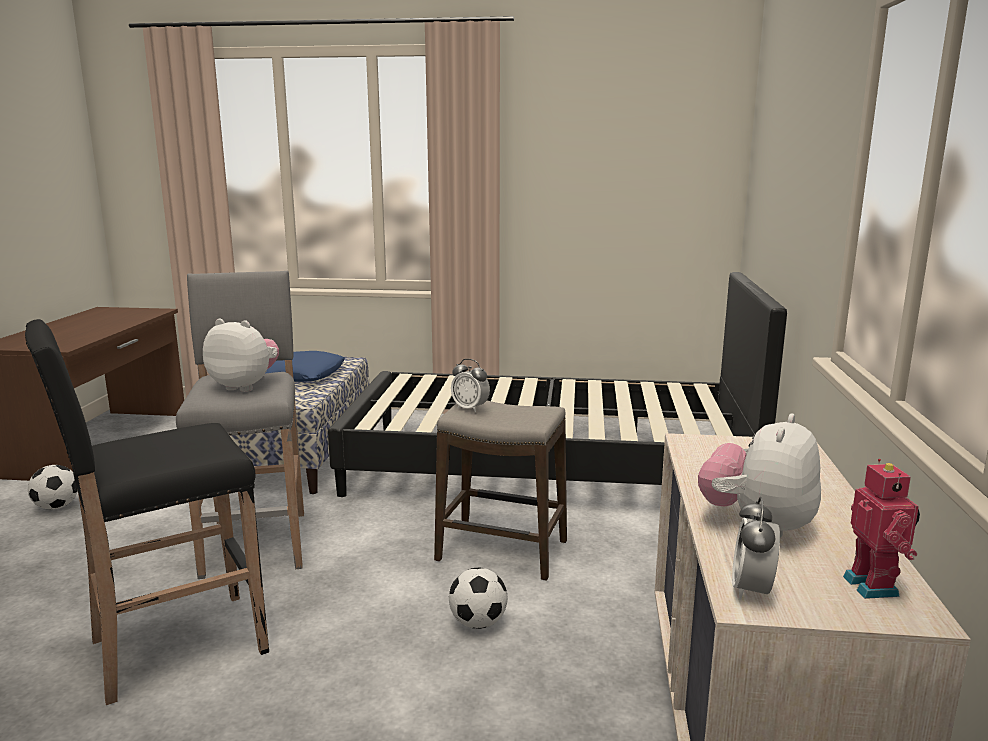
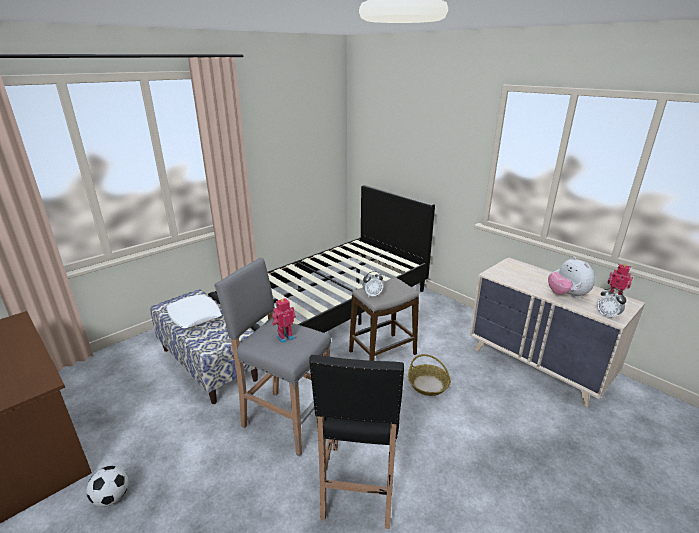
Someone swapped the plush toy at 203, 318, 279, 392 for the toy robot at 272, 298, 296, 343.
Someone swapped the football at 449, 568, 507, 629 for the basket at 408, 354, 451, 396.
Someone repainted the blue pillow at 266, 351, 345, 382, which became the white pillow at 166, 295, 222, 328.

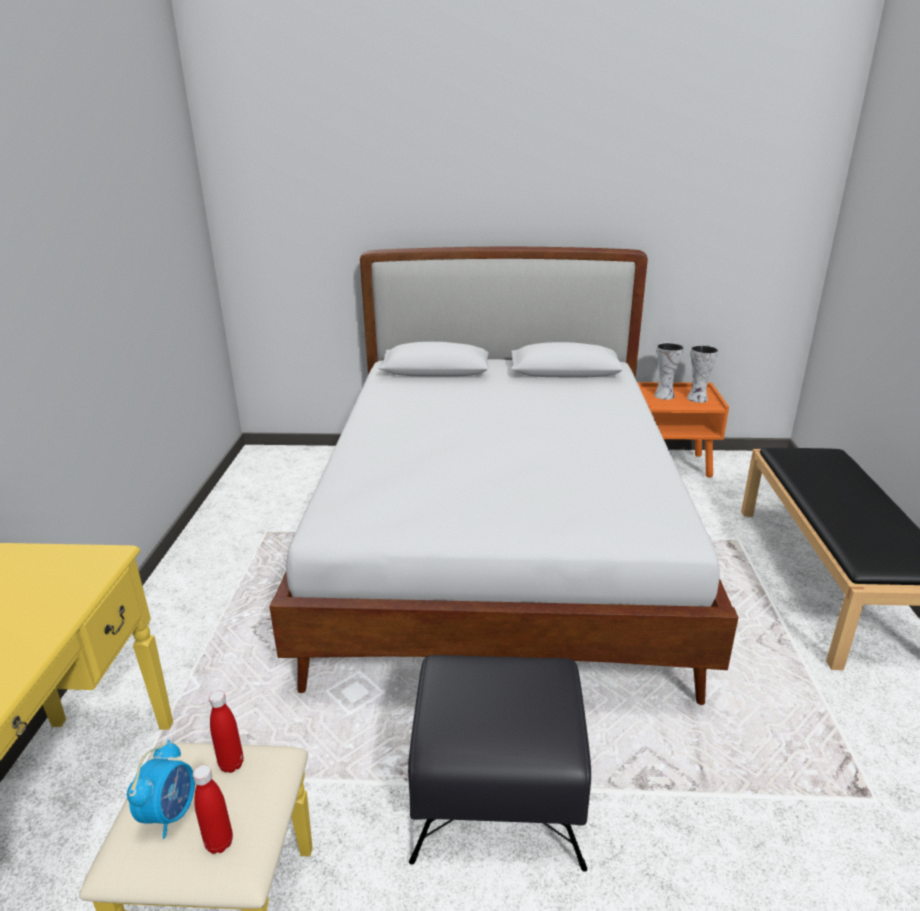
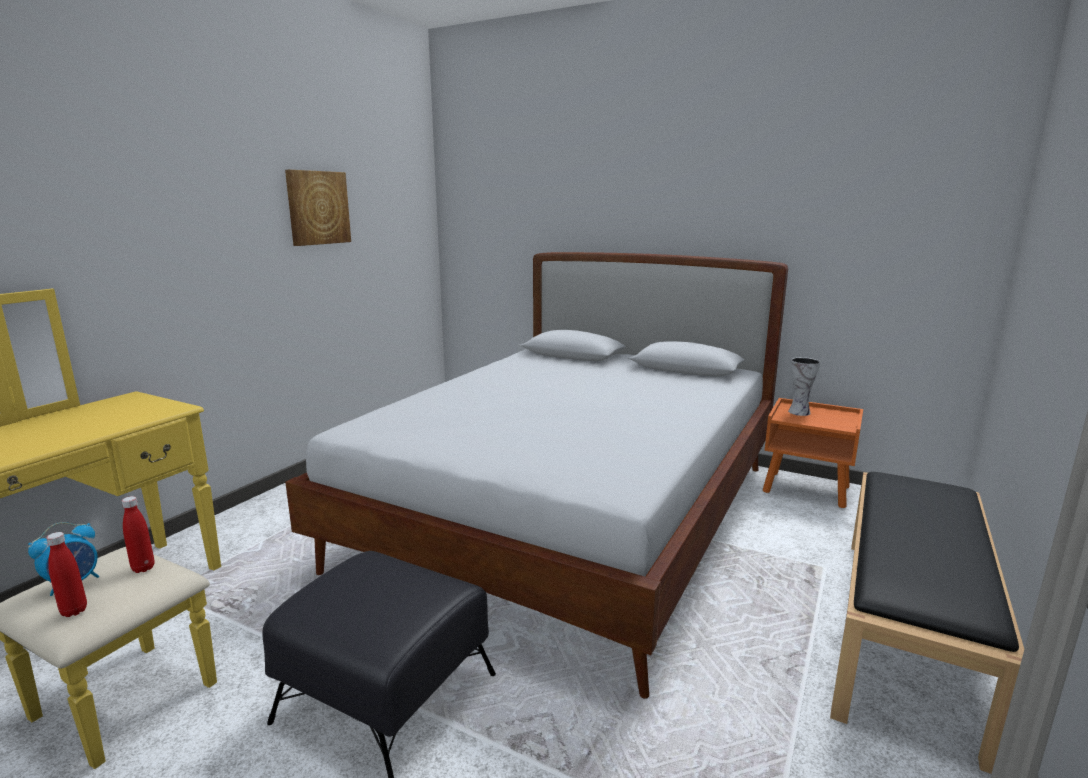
Someone took away the vase at 687, 345, 719, 403.
Someone put up the picture at 285, 170, 351, 246.

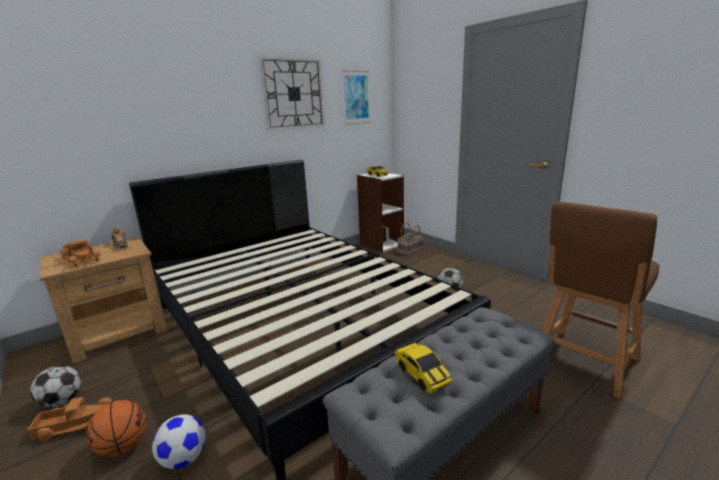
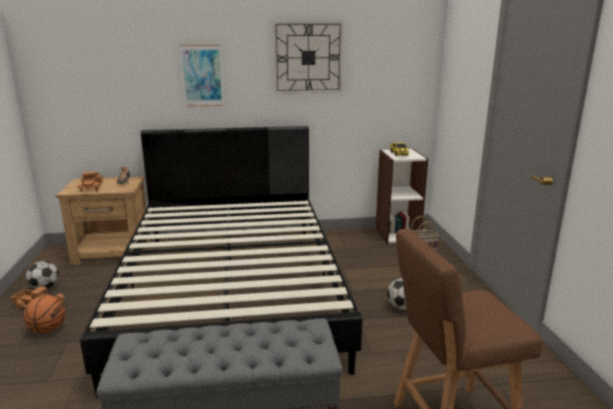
Someone took away the football at 152, 414, 206, 469.
Someone took away the toy car at 395, 341, 452, 394.
Someone carried the picture from 342, 70, 371, 125 to 180, 45, 224, 107.

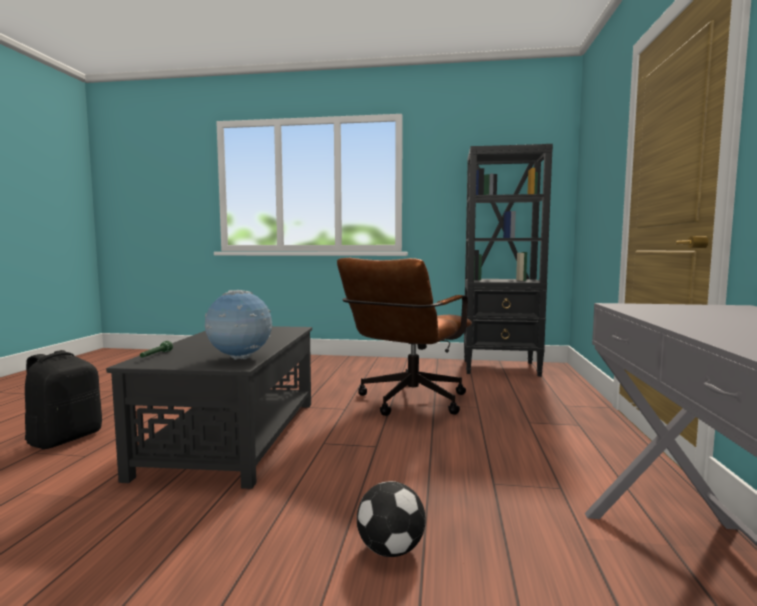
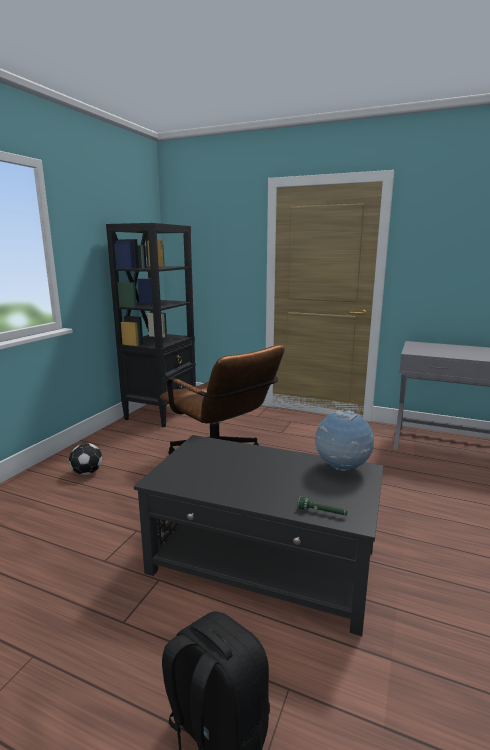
Someone carried the football from 357, 481, 426, 557 to 69, 443, 102, 475.

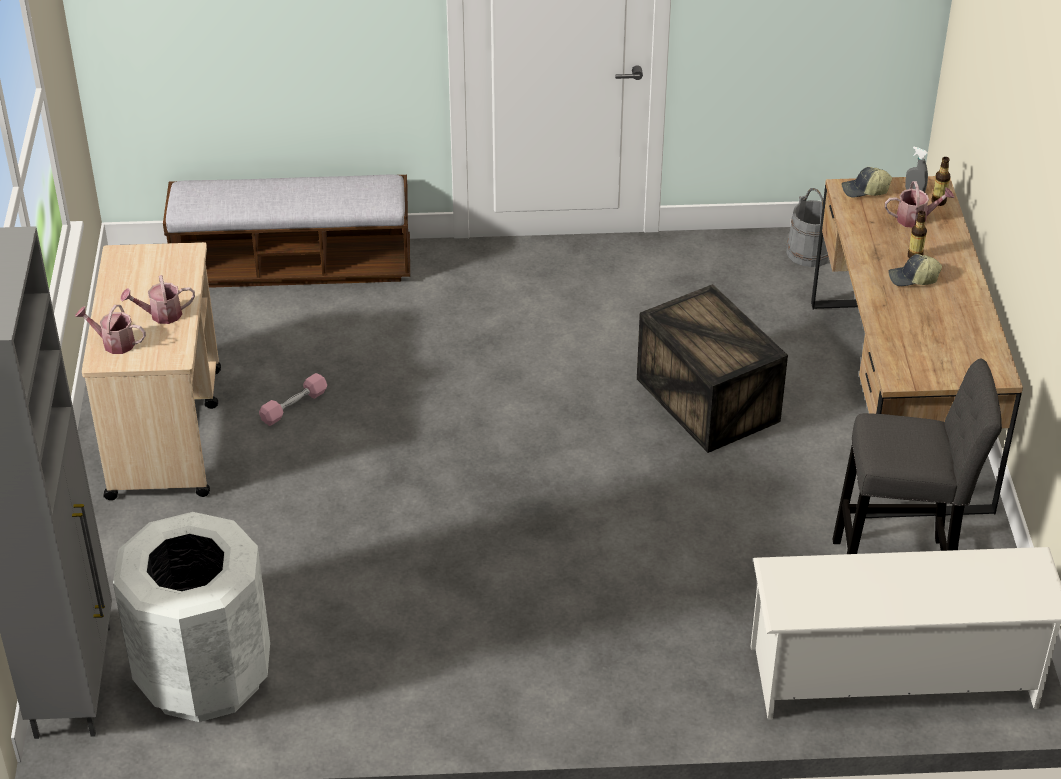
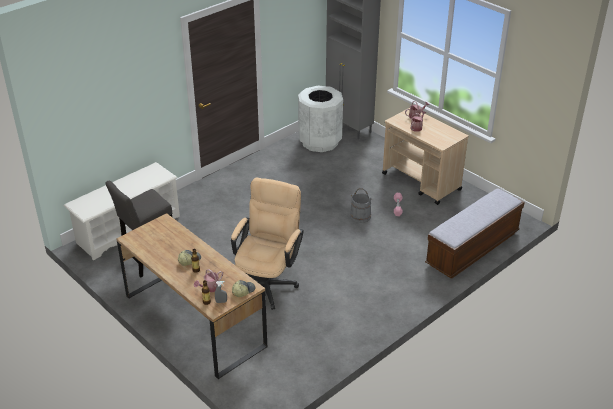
Someone carried the grey bucket from 786, 188, 830, 267 to 350, 188, 372, 223.
Someone swapped the crate at 637, 284, 788, 453 for the beige office chair at 231, 178, 304, 310.

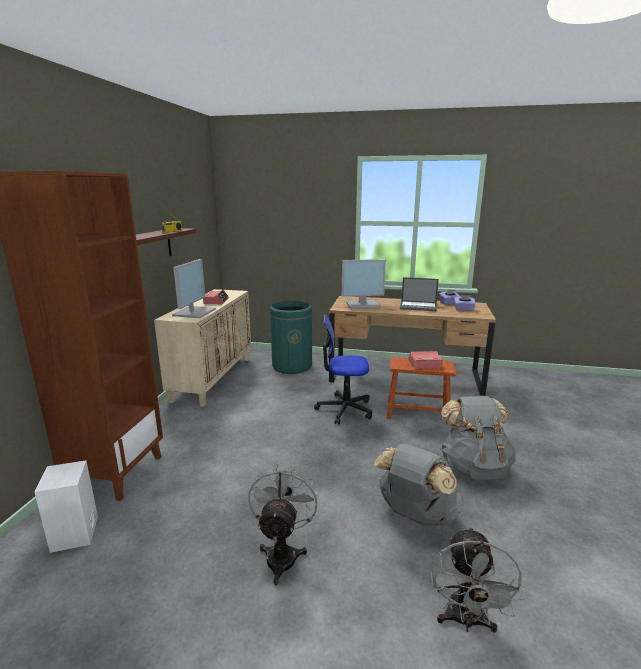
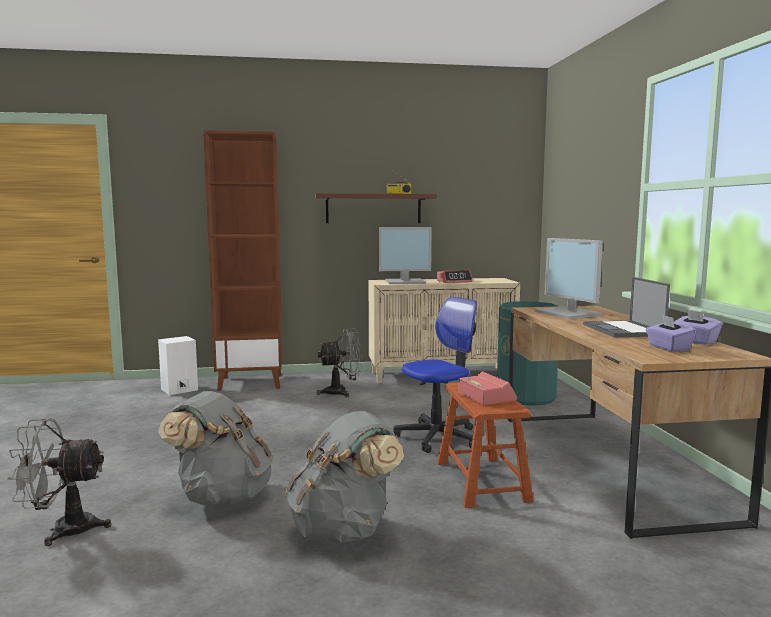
Someone carried the grey fan from 248, 464, 318, 585 to 316, 329, 363, 397.
Someone rotated the office chair at 314, 315, 372, 424 by 75 degrees clockwise.

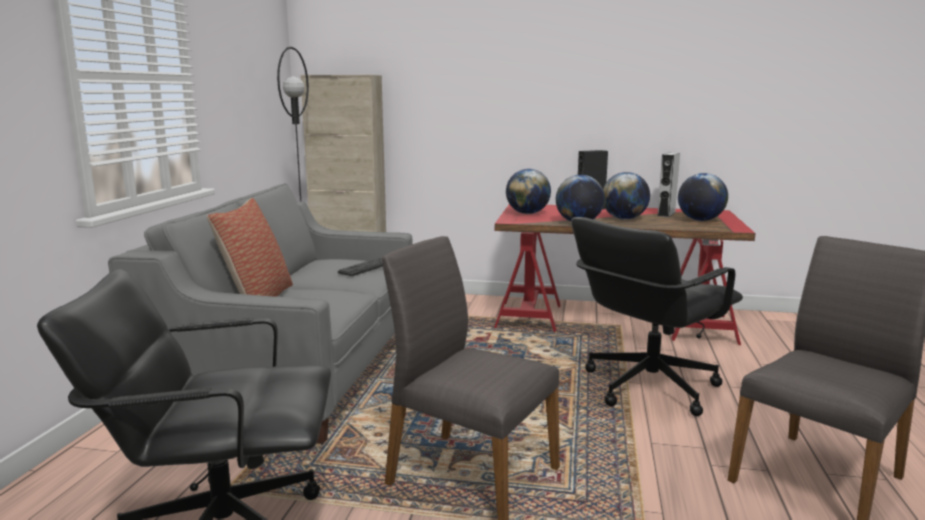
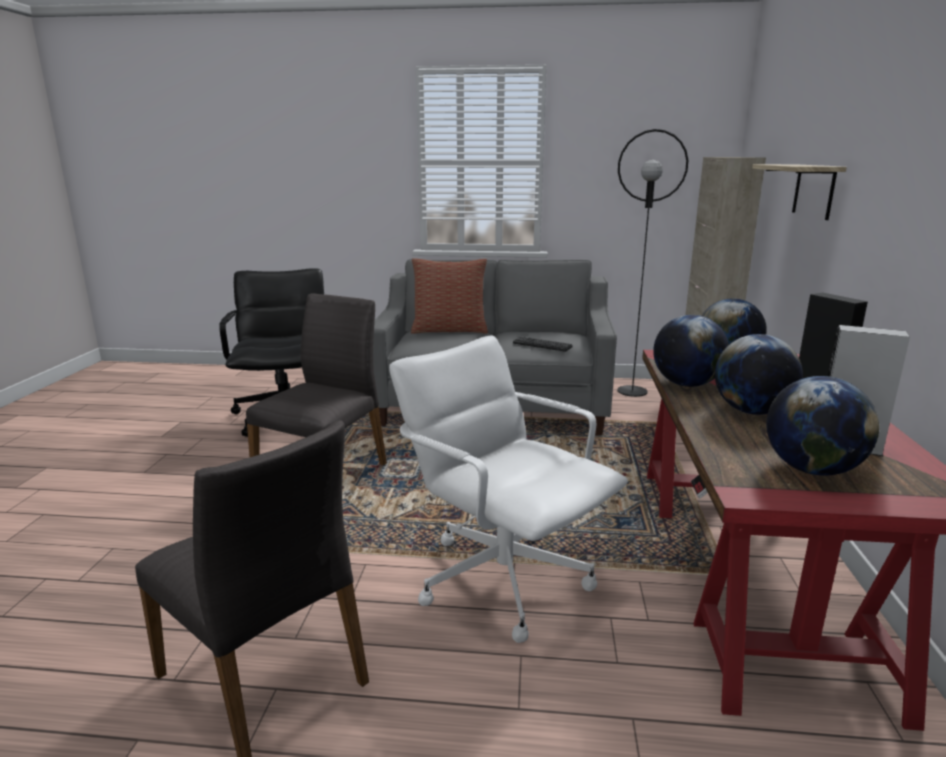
Someone put up the shelf at 752, 164, 847, 220.
Someone repainted the black office chair at 571, 217, 743, 416, which became the white office chair at 389, 335, 628, 643.

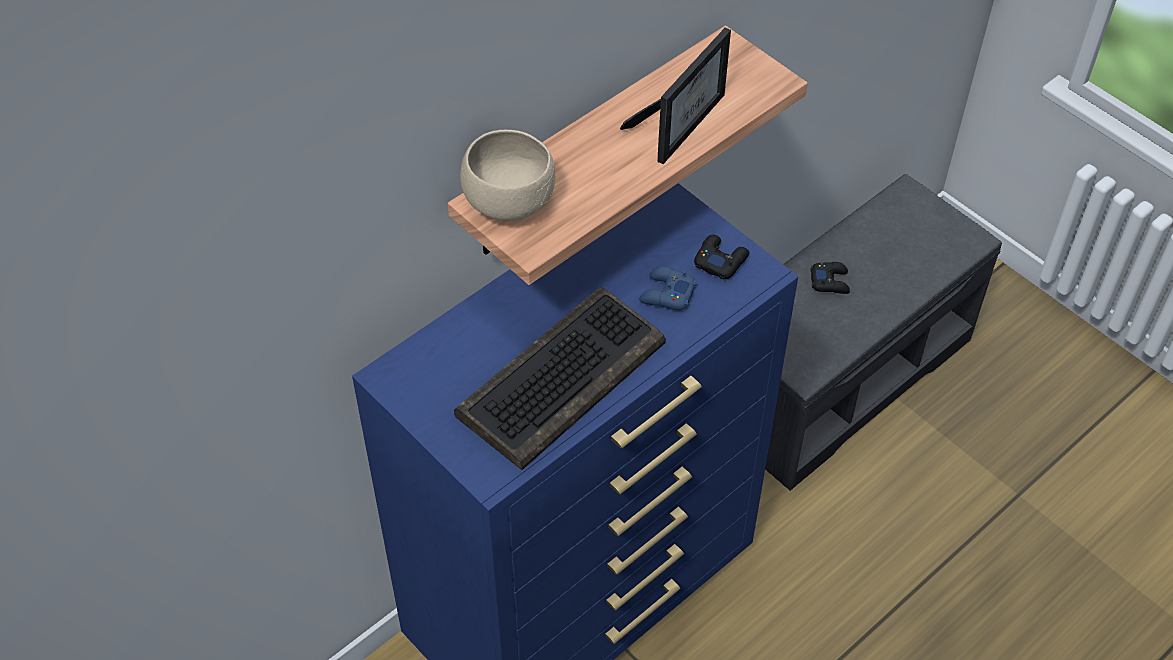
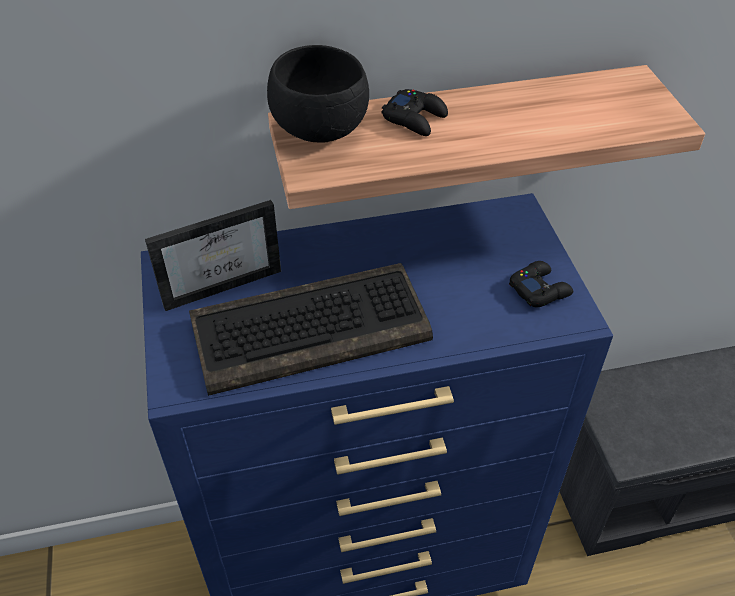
Someone took away the blue game controller at 639, 266, 697, 310.
Someone carried the picture frame from 620, 27, 731, 164 to 145, 200, 281, 311.
Someone carried the black game controller from 811, 262, 850, 294 to 382, 89, 448, 136.
Someone repainted the beige bowl at 460, 130, 555, 221, which became the black bowl at 267, 45, 369, 143.

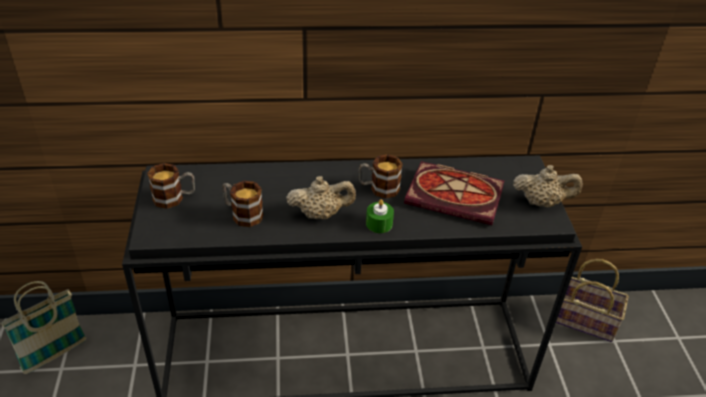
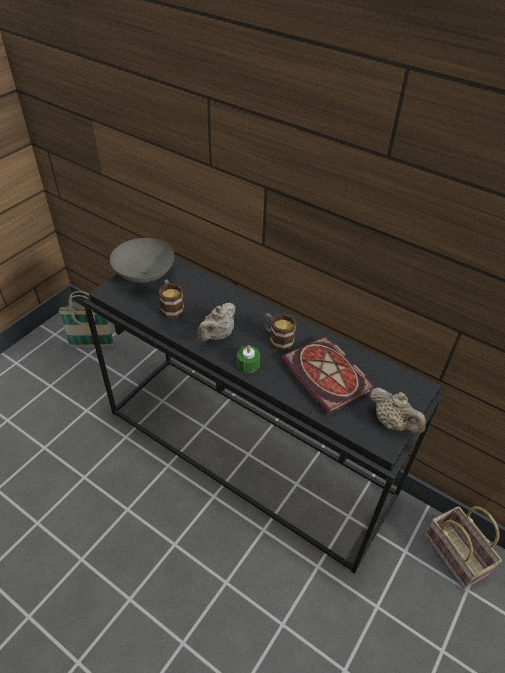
Someone swapped the mug at 147, 163, 195, 209 for the grey bowl at 110, 238, 175, 283.
Someone rotated the beige teapot at 286, 176, 356, 219 by 90 degrees clockwise.

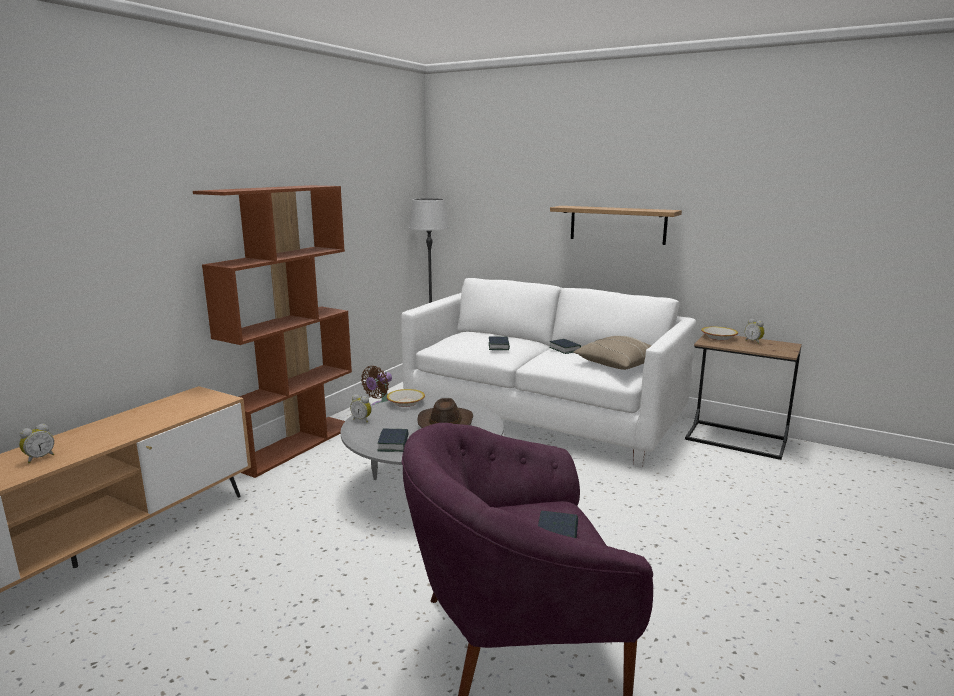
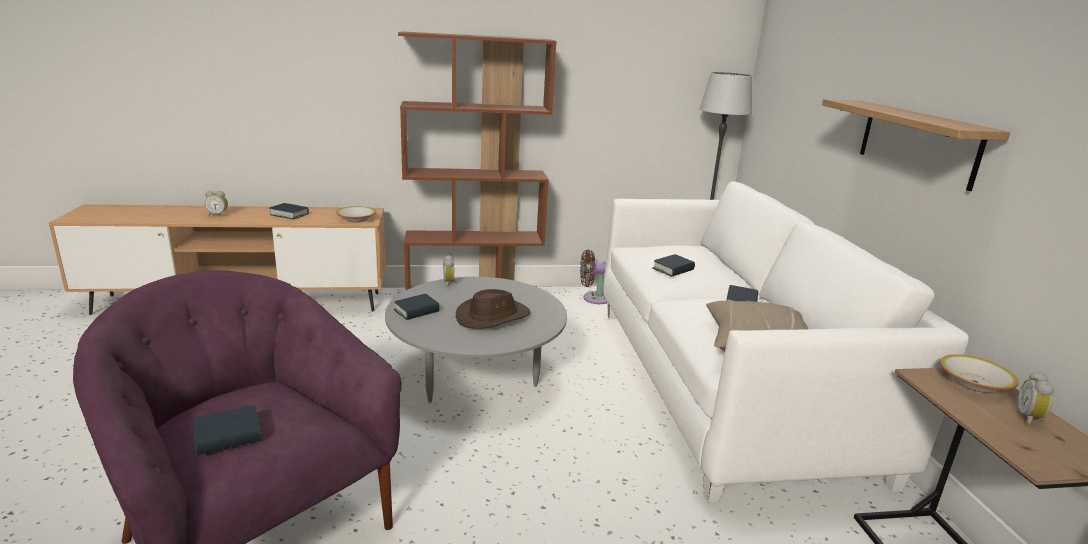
Someone put down the book at 270, 203, 309, 220.
Someone carried the bowl from 387, 389, 425, 407 to 336, 206, 376, 223.

